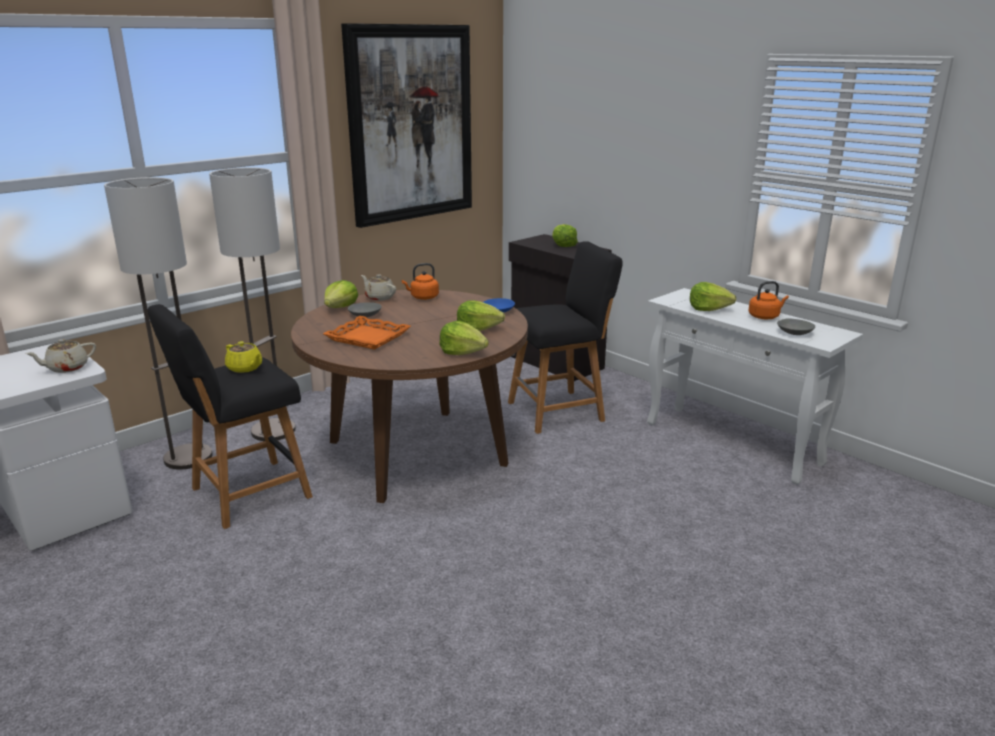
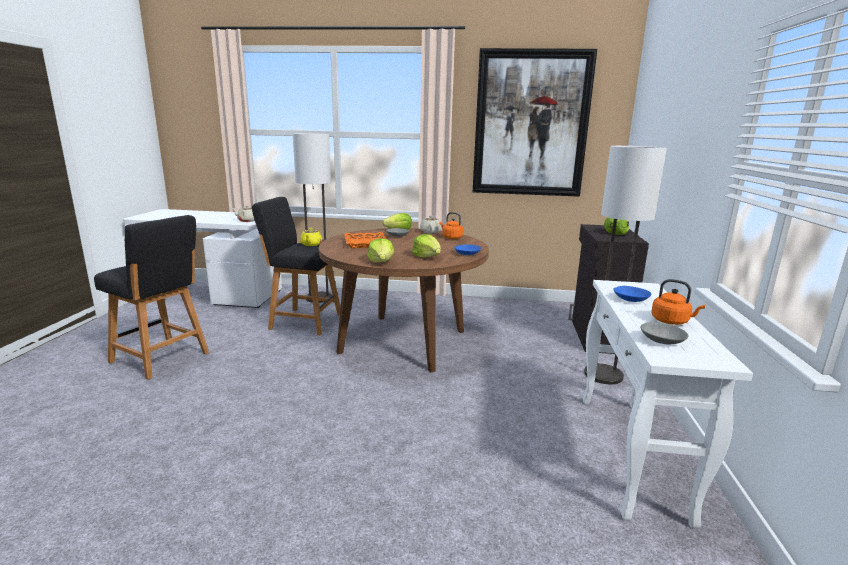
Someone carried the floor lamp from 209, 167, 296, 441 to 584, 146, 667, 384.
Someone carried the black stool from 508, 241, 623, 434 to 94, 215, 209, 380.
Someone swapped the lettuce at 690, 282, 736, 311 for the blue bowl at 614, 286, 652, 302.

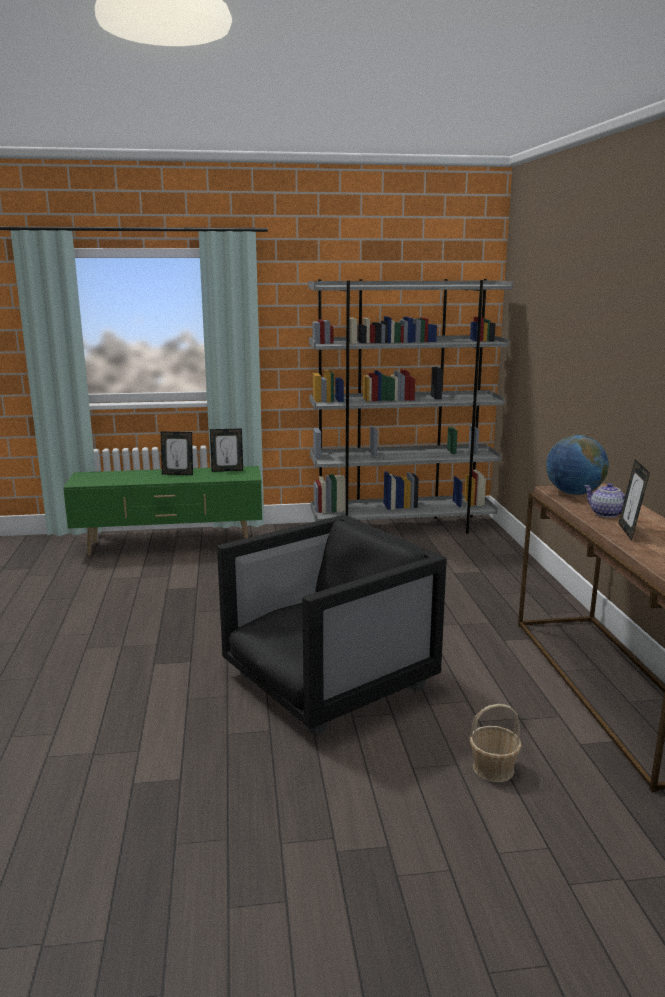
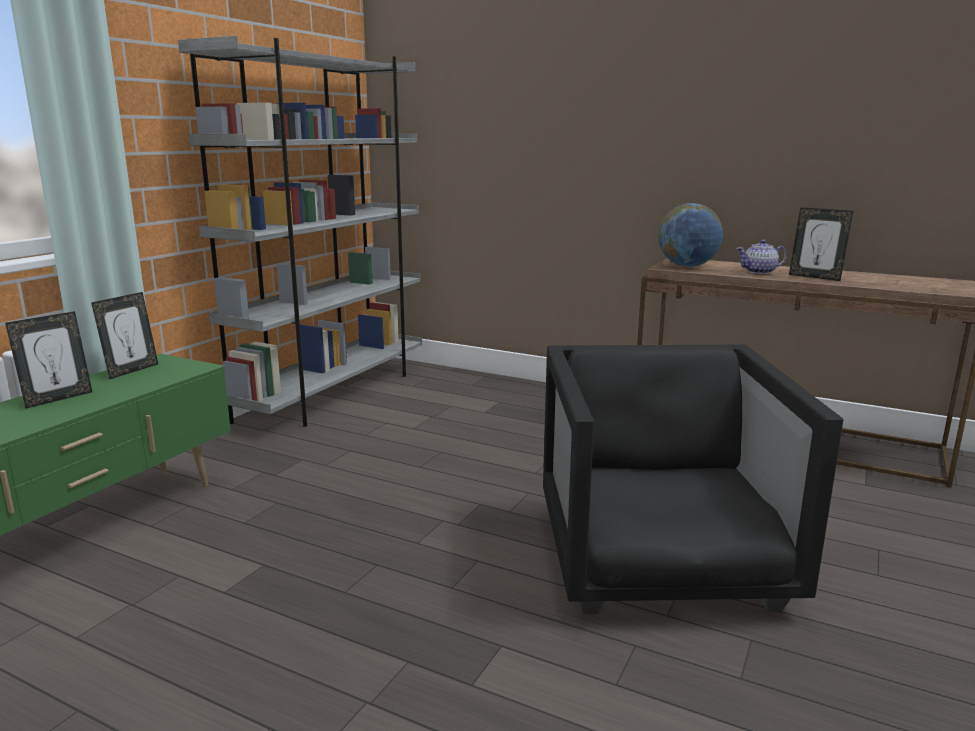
Someone took away the basket at 470, 704, 522, 782.

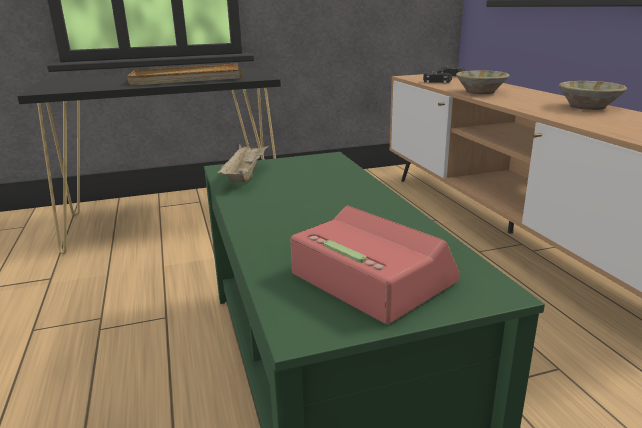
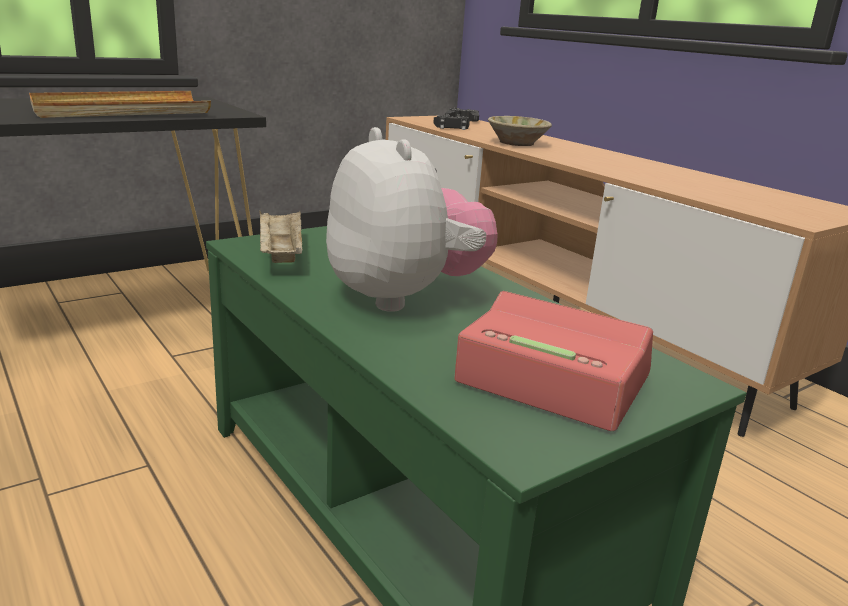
Someone took away the beige bowl at 559, 81, 627, 110.
Someone put down the plush toy at 326, 127, 498, 312.

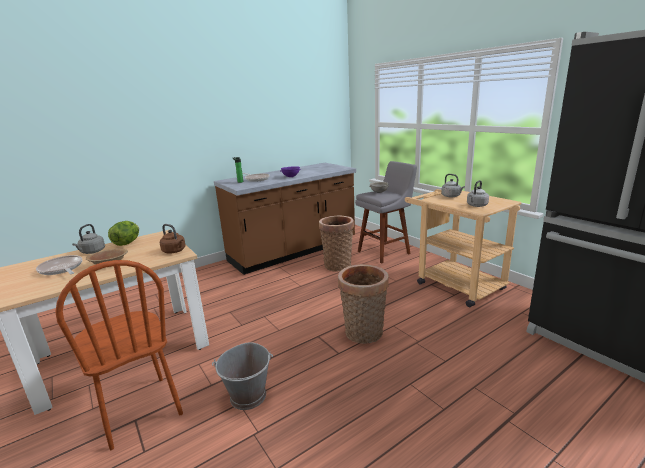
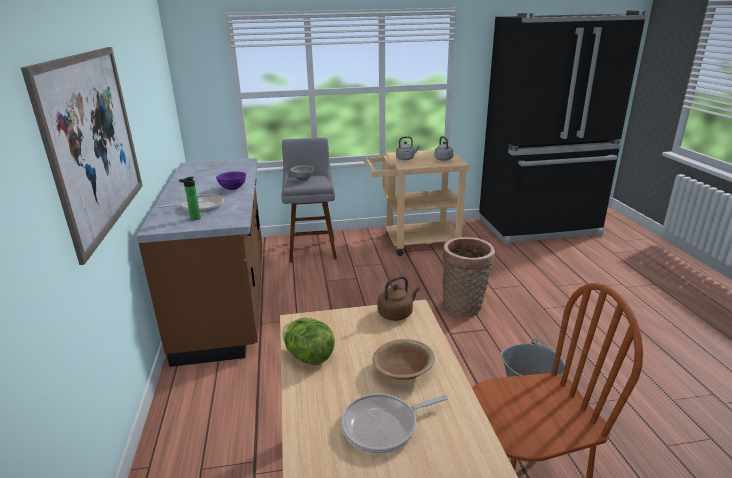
Someone took away the grey kettle at 72, 224, 105, 254.
Someone took away the basket at 319, 215, 354, 272.
Someone put up the picture at 21, 47, 143, 265.

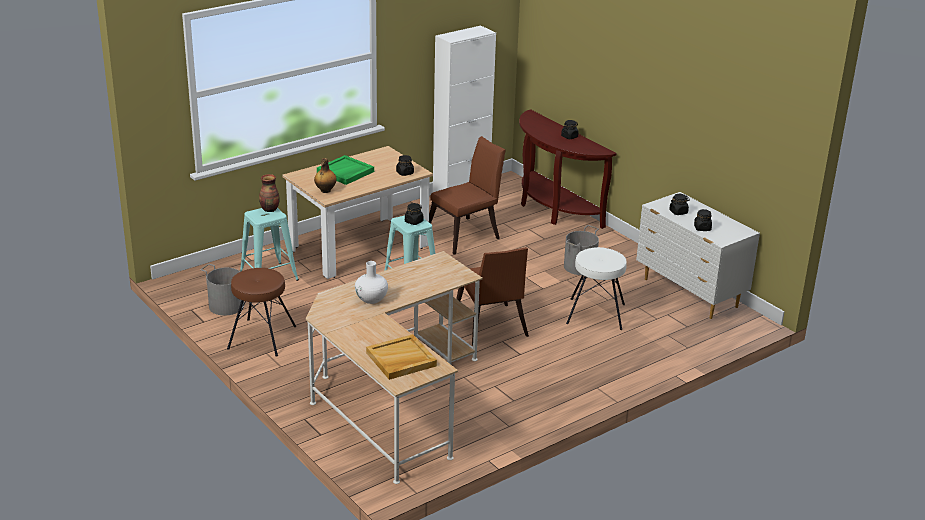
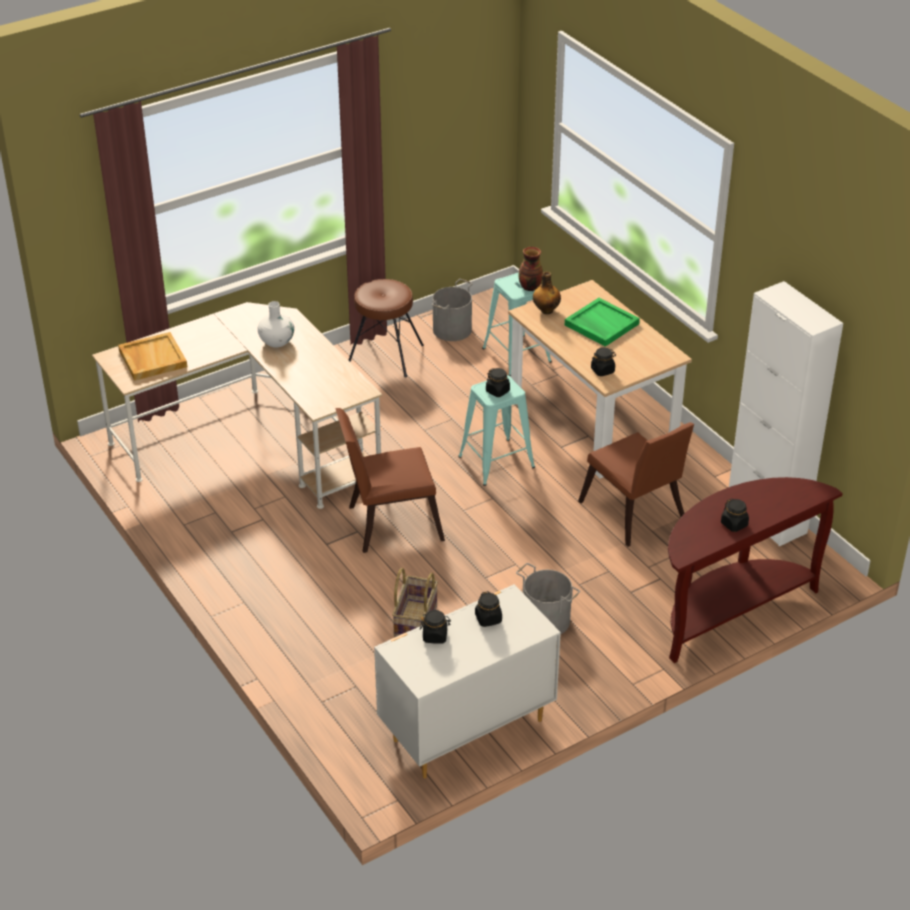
Someone swapped the white stool at 566, 247, 627, 330 for the basket at 392, 568, 438, 637.

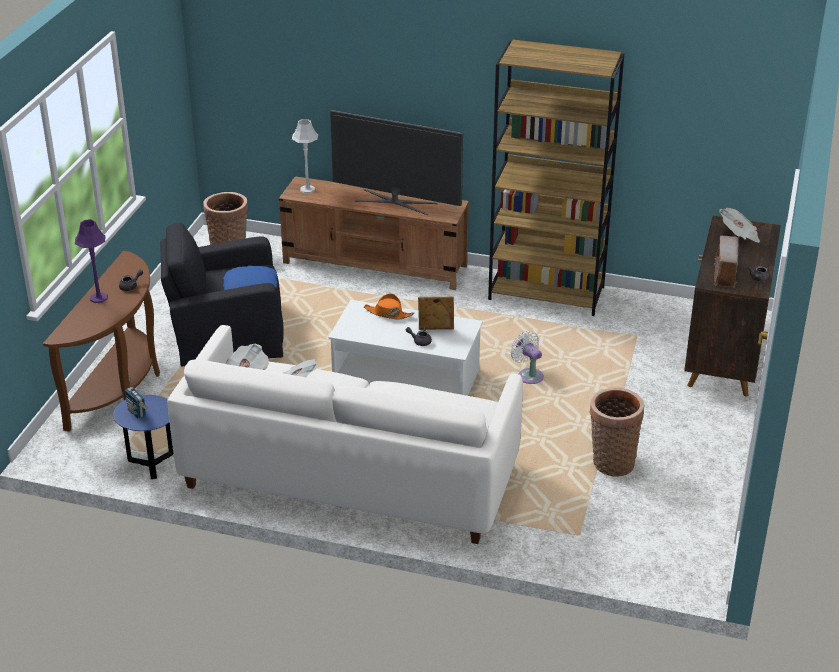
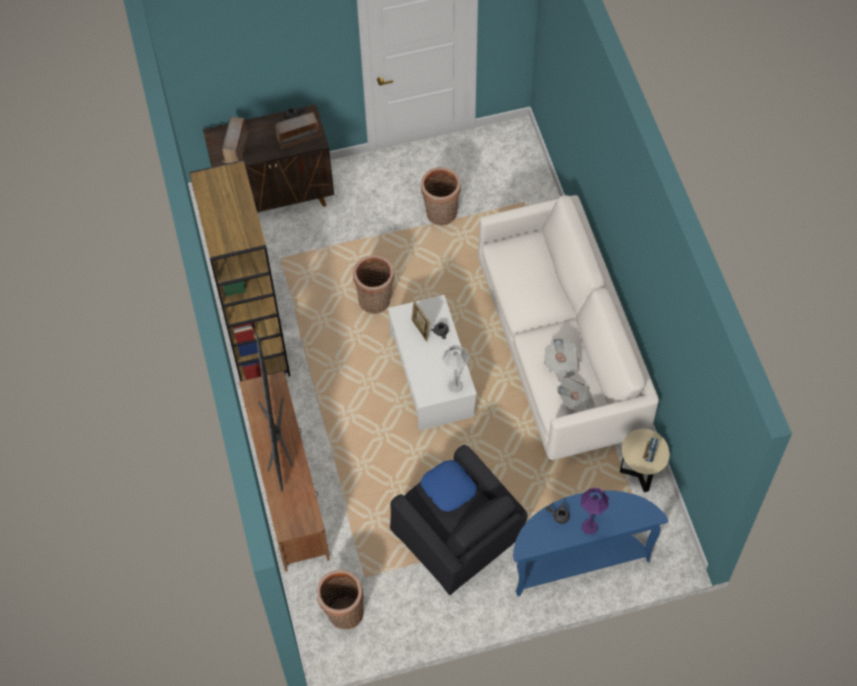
Someone took away the orange hat at 364, 293, 414, 319.
Someone carried the grey table lamp from 292, 119, 318, 193 to 442, 344, 469, 393.
Someone swapped the white fan at 510, 331, 544, 384 for the basket at 353, 255, 394, 314.
Someone swapped the newspaper at 719, 208, 760, 243 for the radio at 222, 115, 249, 163.
Someone repainted the brown console table at 43, 251, 160, 432, which became the blue console table at 513, 490, 668, 597.
Someone repainted the blue side table at 113, 395, 173, 479, which became the beige side table at 620, 429, 670, 492.

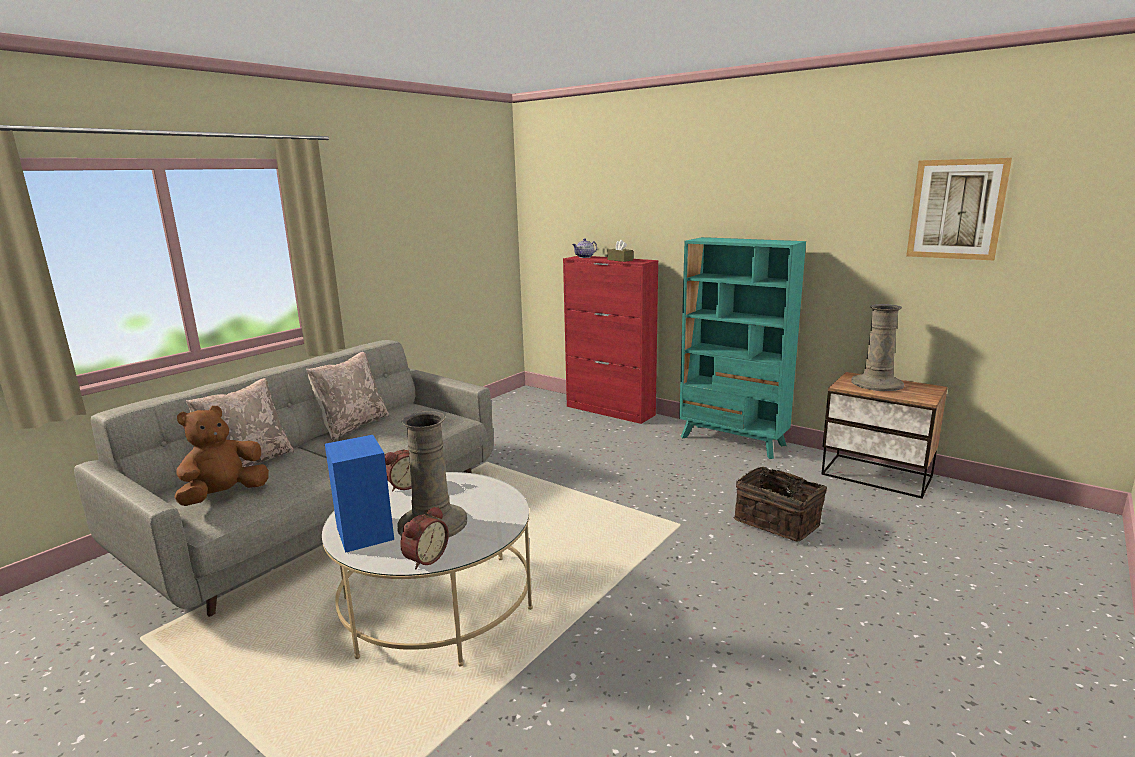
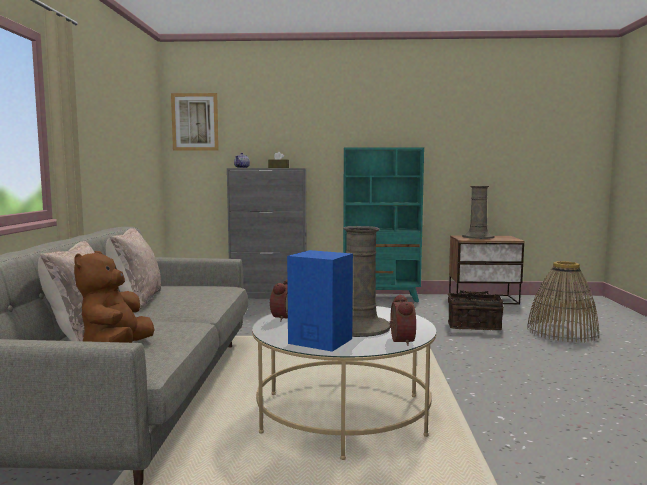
Someone put down the basket at 527, 261, 599, 343.
Someone carried the picture from 906, 158, 1012, 260 to 171, 93, 219, 151.
Someone repainted the red cabinet at 563, 256, 658, 424, which became the grey cabinet at 227, 168, 307, 299.

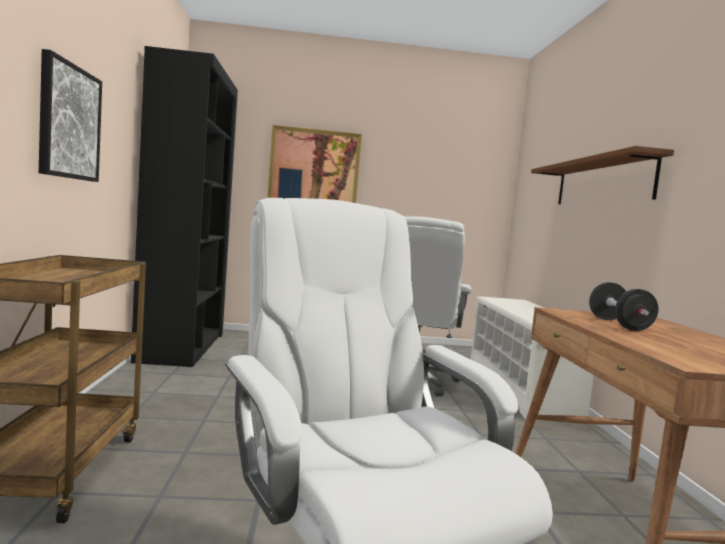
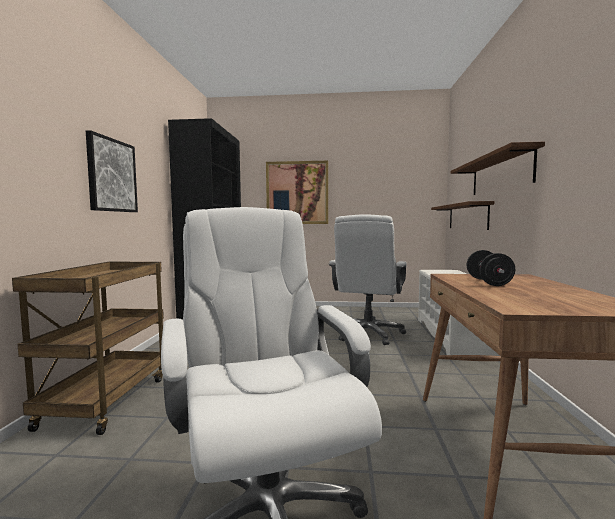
Someone put up the shelf at 431, 201, 494, 230.

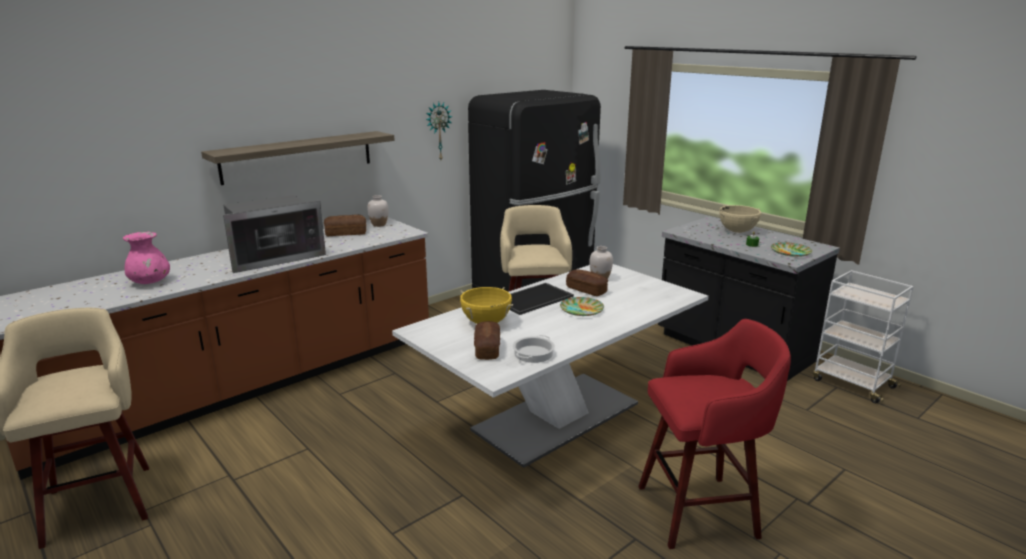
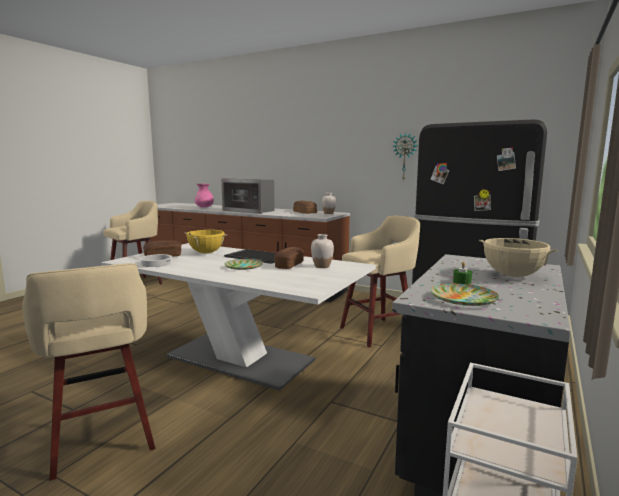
Someone took away the shelf at 201, 131, 395, 185.
Someone repainted the red stool at 638, 319, 791, 549, which became the beige stool at 22, 263, 155, 481.

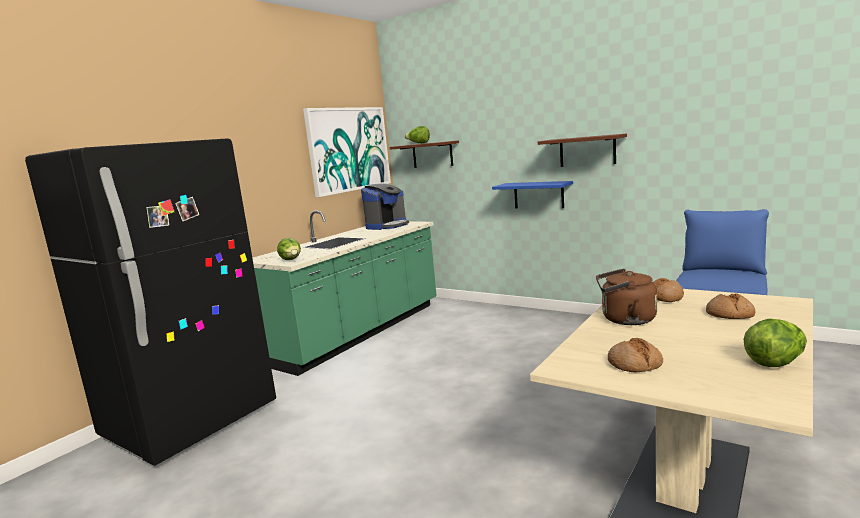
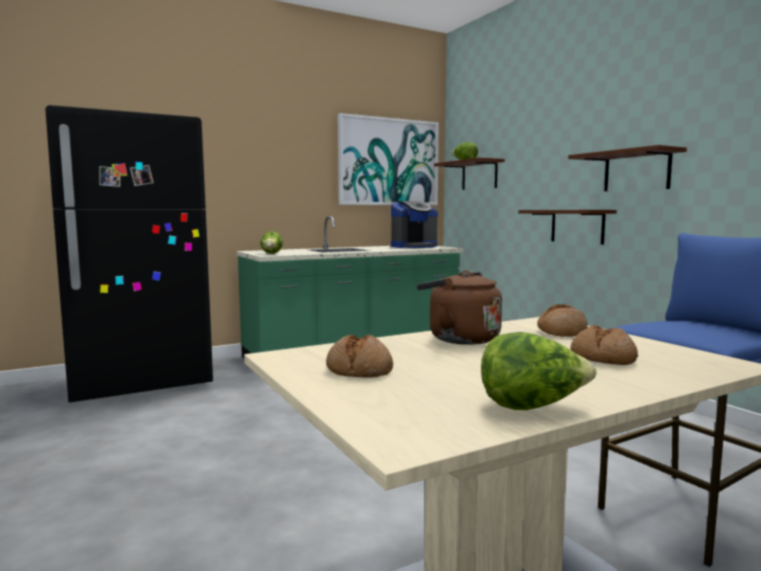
Someone repainted the blue shelf at 492, 181, 573, 208, which became the brown shelf at 518, 210, 617, 245.

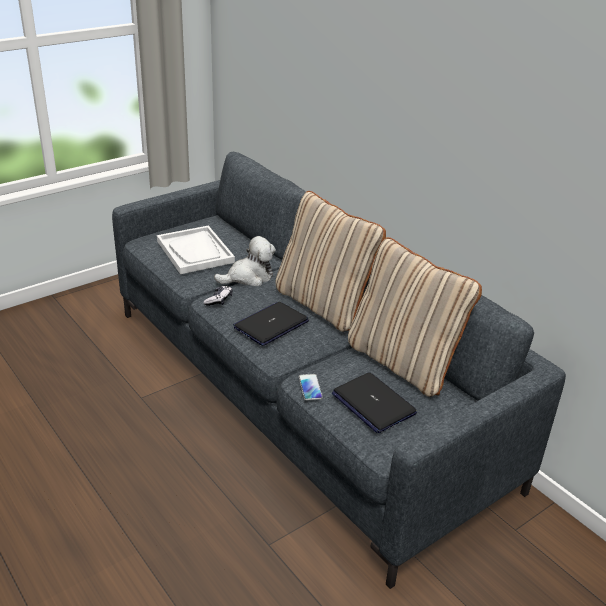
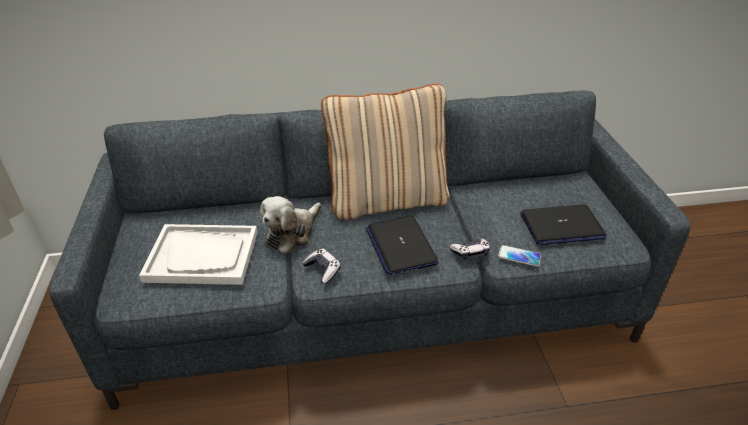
Someone took away the beige pillow at 348, 237, 482, 397.
Someone put down the game controller at 450, 238, 490, 260.
Someone rotated the plush toy at 214, 236, 276, 286 by 150 degrees counterclockwise.

